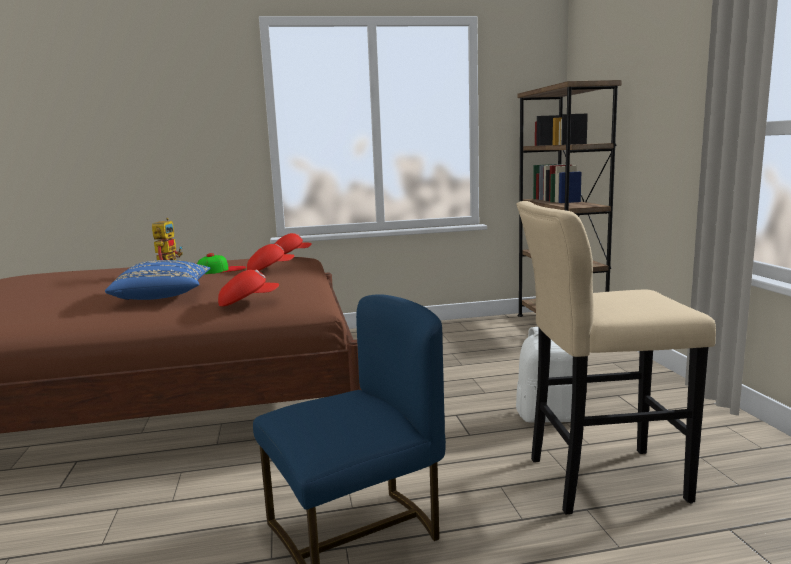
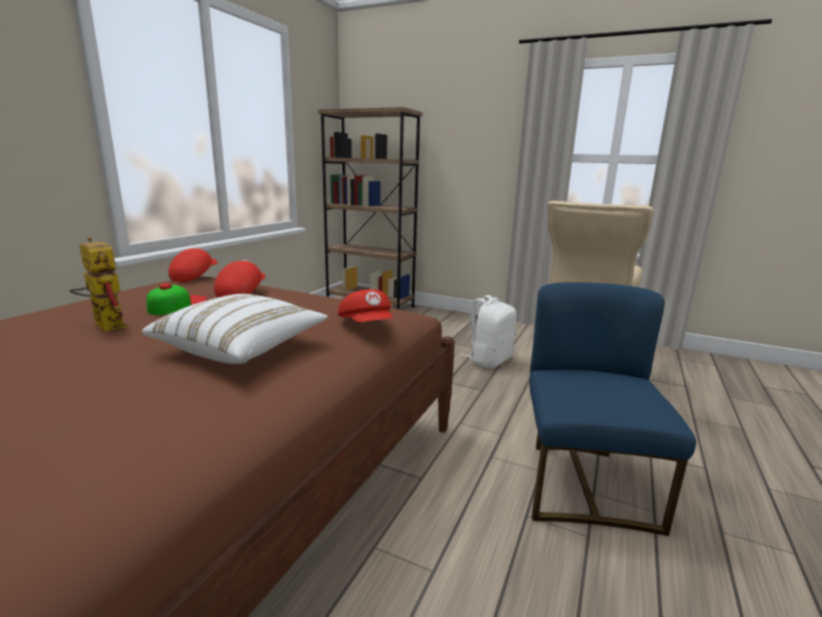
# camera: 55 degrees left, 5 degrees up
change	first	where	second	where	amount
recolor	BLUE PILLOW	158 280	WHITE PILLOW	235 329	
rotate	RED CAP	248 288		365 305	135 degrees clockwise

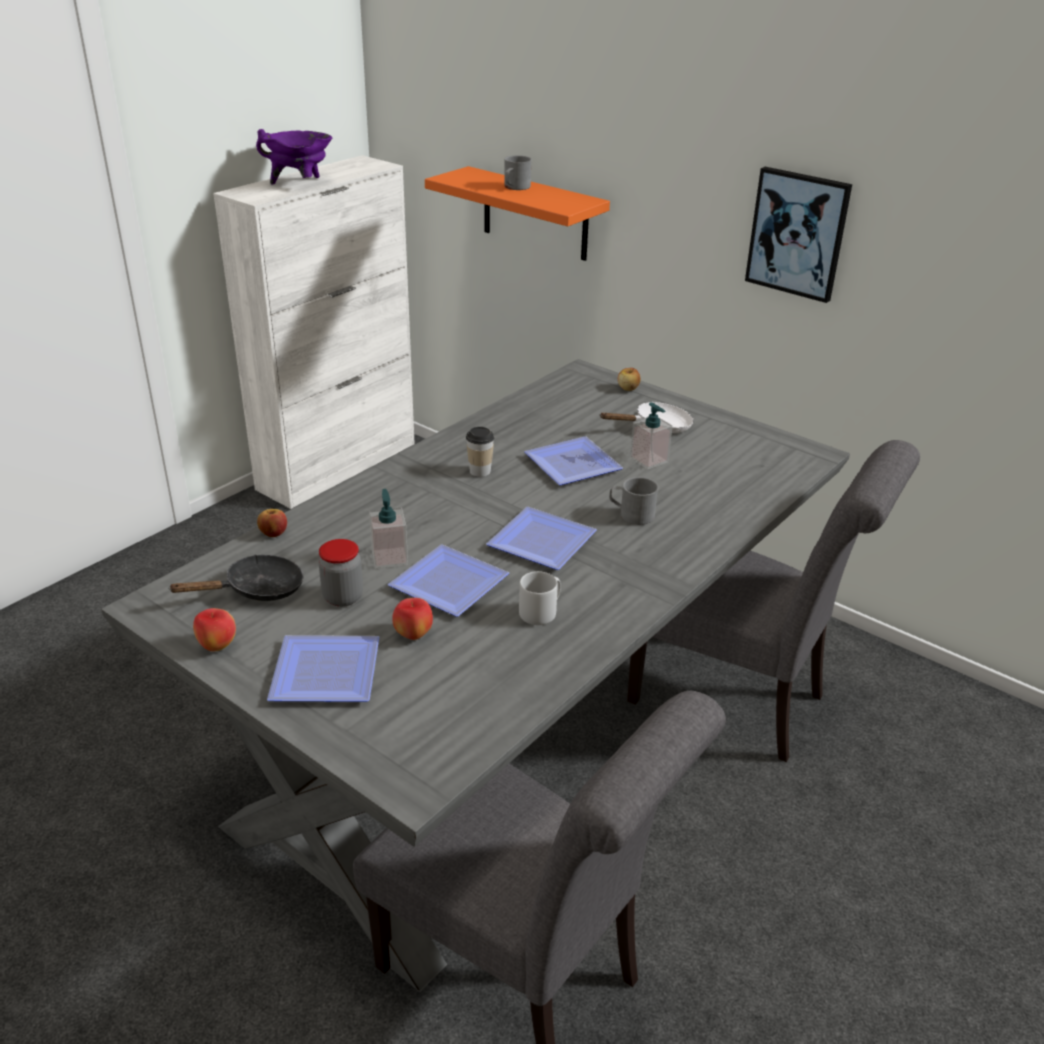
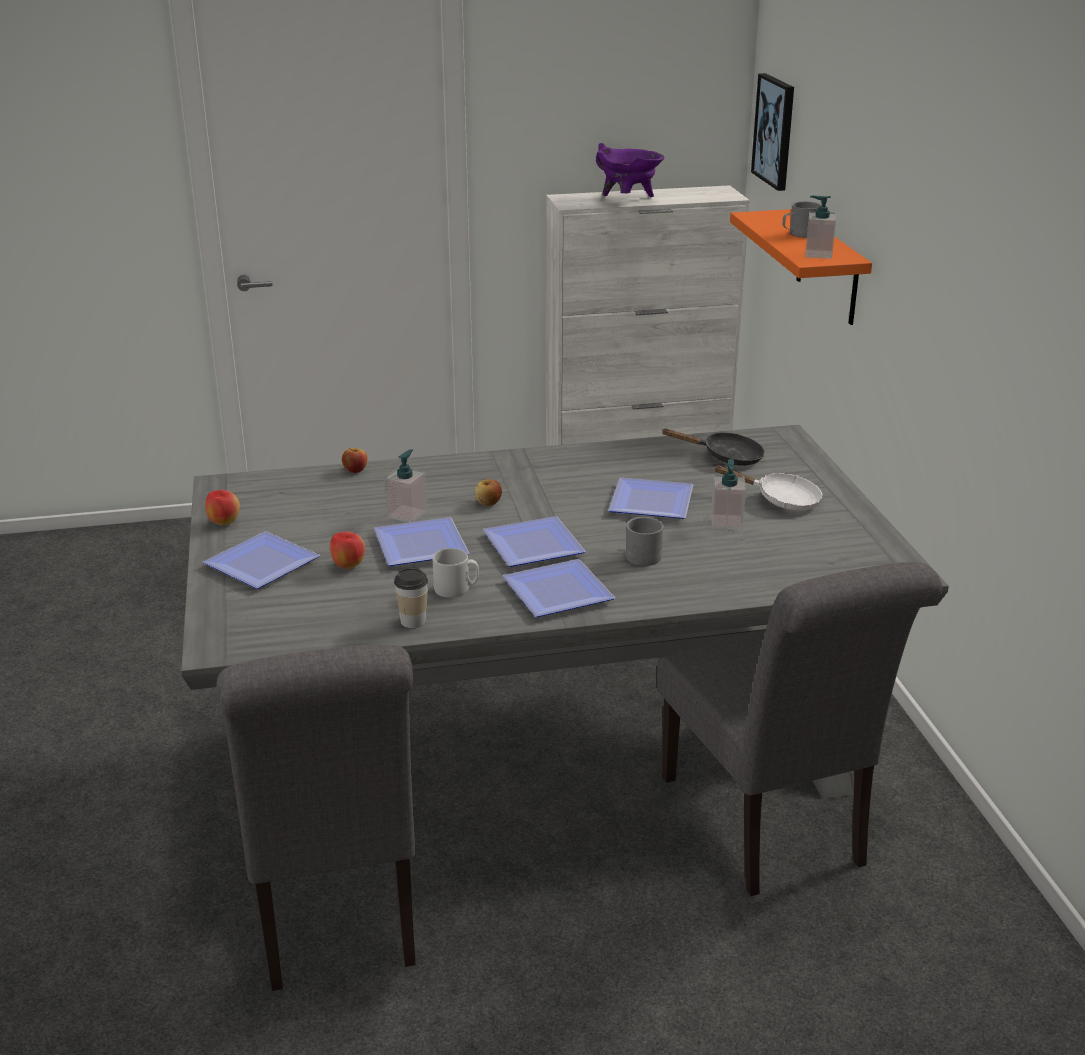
# camera: 40 degrees right, 5 degrees down
change	first	where	second	where	amount
move	CUP	480 452		411 598	
move	APPLE	629 379		488 492	
insert			PLATE	559 588	
move	BLACK FRYING PAN	236 578		713 447	
move	PICTURE	798 235		772 132	
insert			SOAP DISPENSER	820 227	
delete	JAR	340 573			

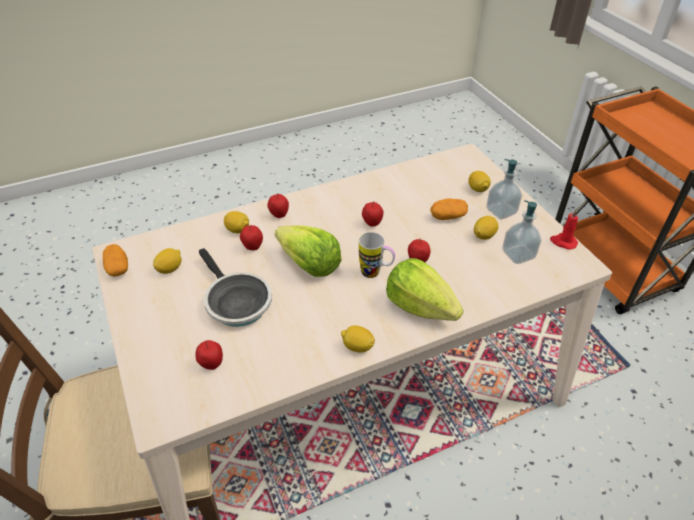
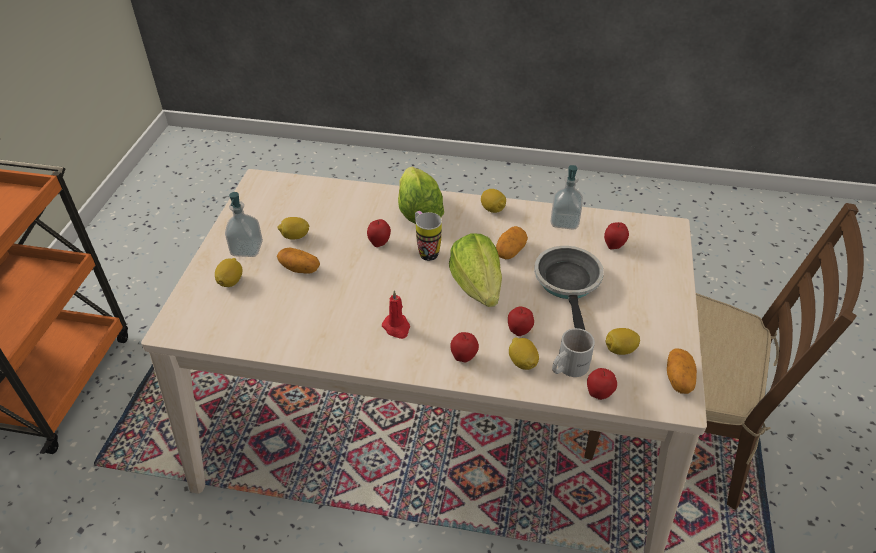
# camera: 145 degrees left, 0 degrees up
change	first	where	second	where	amount
move	RED CANDLE	564 229		396 314	
insert			POTATO	512 242	
move	SOAP DISPENSER	521 232		566 197	
insert			WHITE MUG	573 352	
move	APPLE	372 214		602 384	

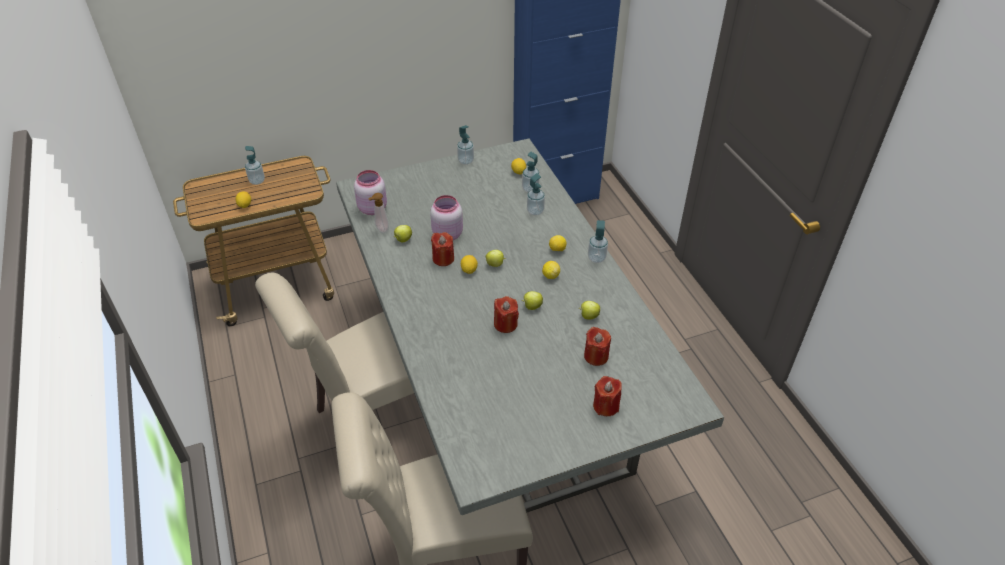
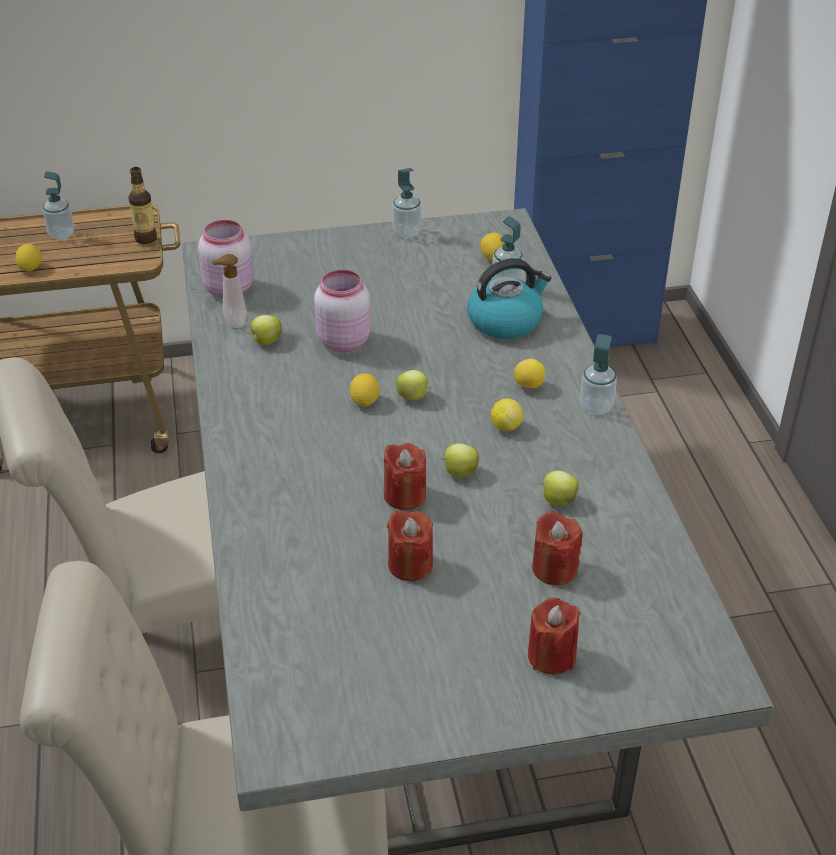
# camera: 10 degrees right, 5 degrees down
change	first	where	second	where	amount
insert			BOTTLE	142 205	
move	RED CANDLE	442 249		410 545	
replace	SOAP DISPENSER	536 194	KETTLE	509 298	

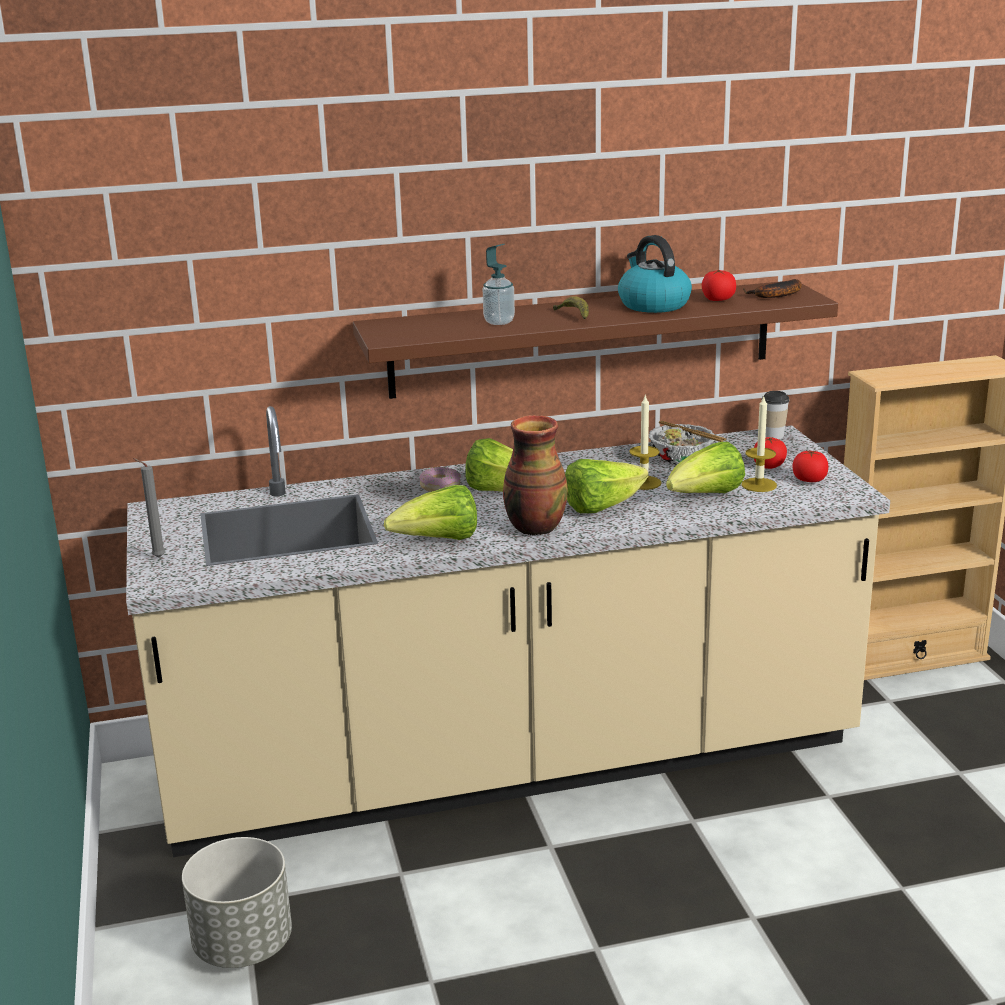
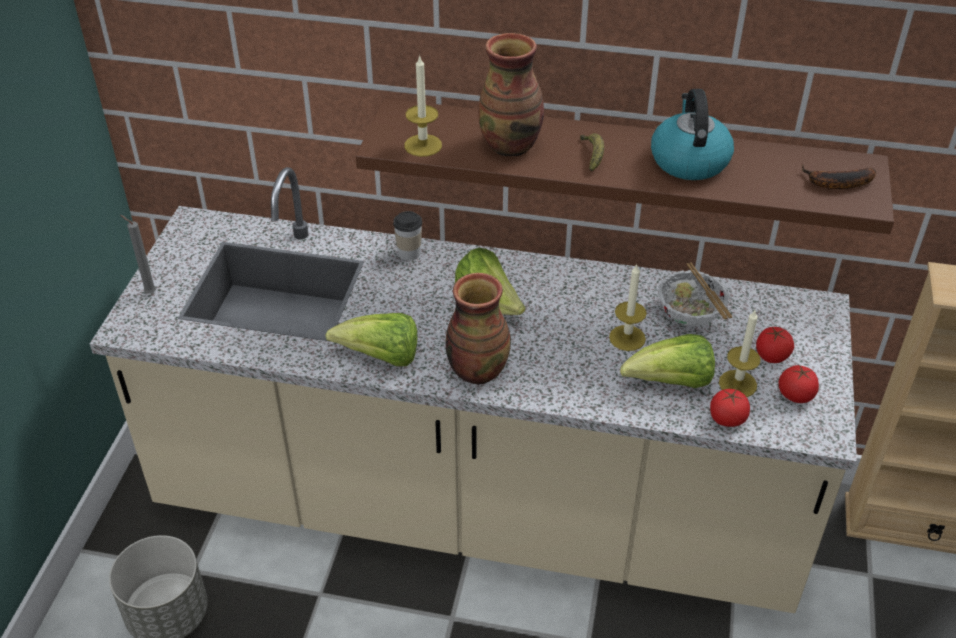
# camera: 25 degrees right, 20 degrees up
change	first	where	second	where	amount
move	CUP	775 415		407 236	
insert			CANDLE	423 106	
replace	SOAP DISPENSER	499 284	VASE	511 95	
move	TOMATO	719 285		730 408	
delete	DONUT	440 479			
delete	LETTUCE	606 486			

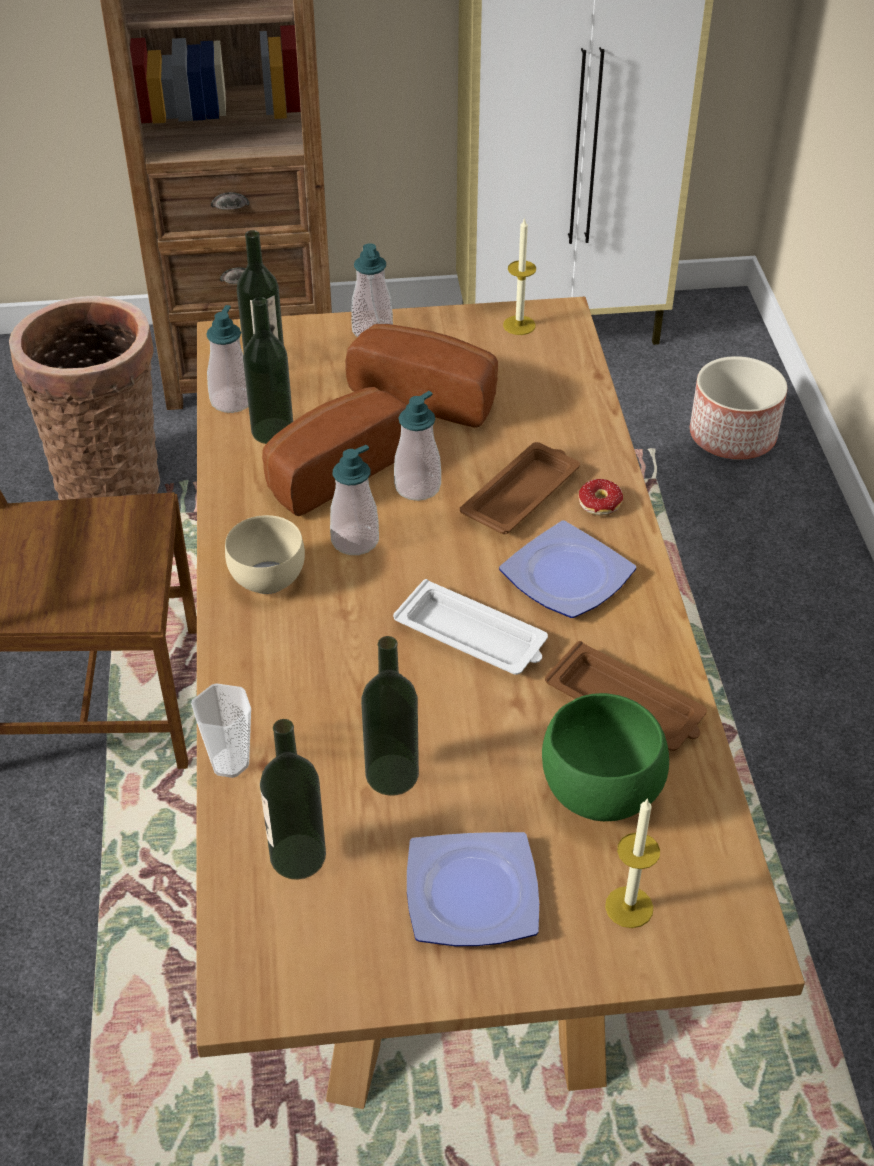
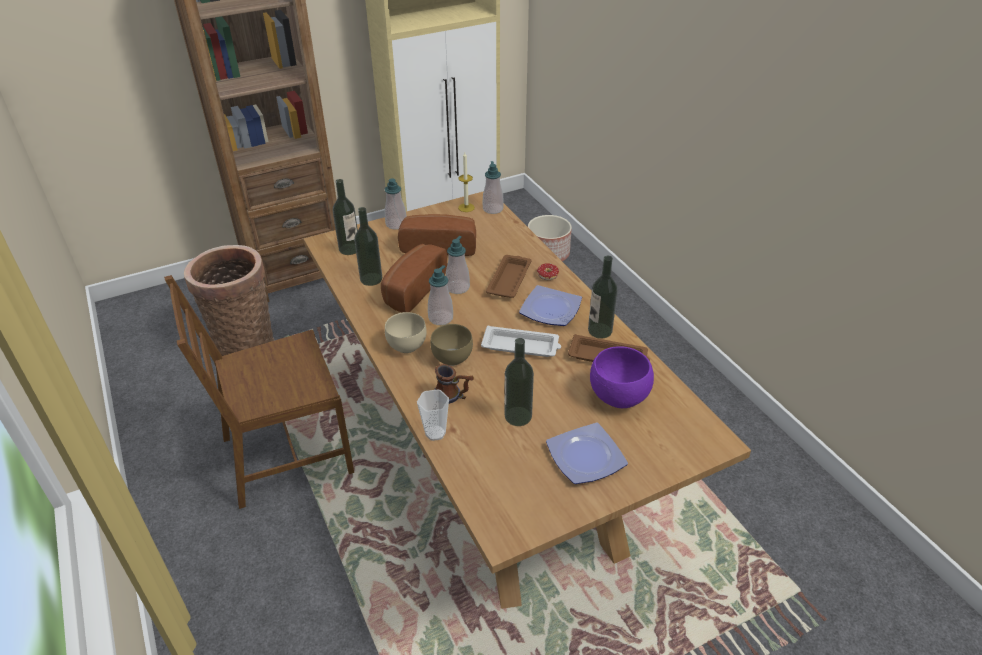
# camera: 20 degrees left, 5 degrees down
change	first	where	second	where	amount
insert			BROWN BOWL	451 345	
insert			MUG	454 384	
move	SOAP DISPENSER	227 359		493 187	
move	BOTTLE	293 799		603 297	
recolor	GREEN BOWL	605 757	PURPLE BOWL	622 377	
delete	CANDLE	632 863			

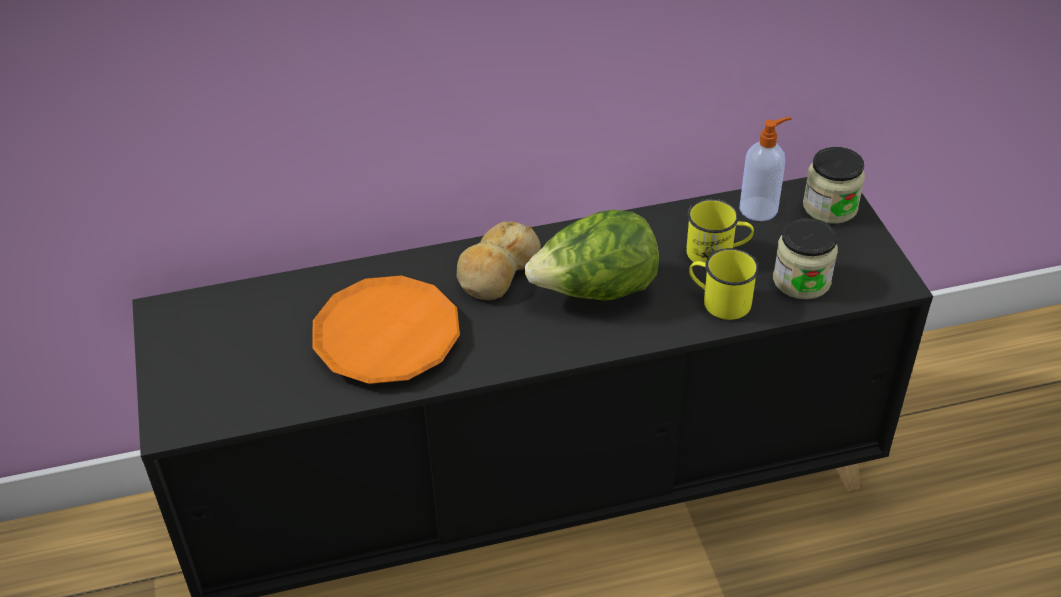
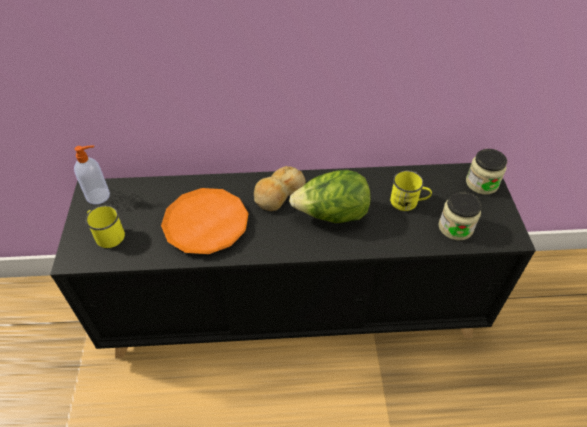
# camera: 10 degrees right, 5 degrees up
change	first	where	second	where	amount
move	SOAP DISPENSER	765 169		92 175	
move	YELLOW MUG	724 284		105 226	

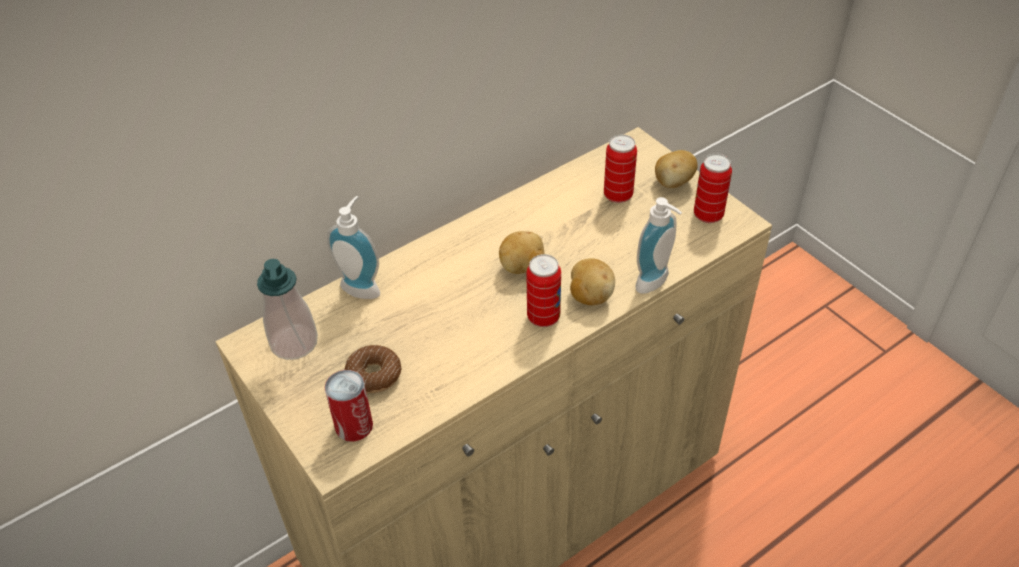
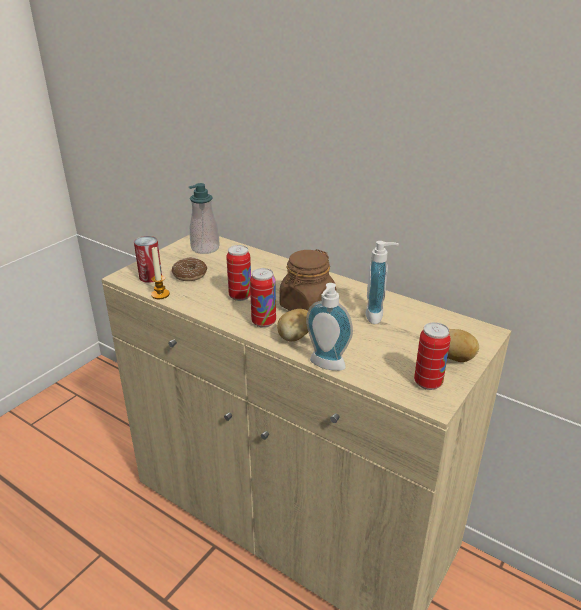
# camera: 70 degrees right, 15 degrees down
change	first	where	second	where	amount
insert			CANDLE	160 273	
move	CAN	620 168		238 273	
replace	POTATO	521 252	BROWN JAR	307 280	
move	SOAP DISPENSER	353 247		382 282	

